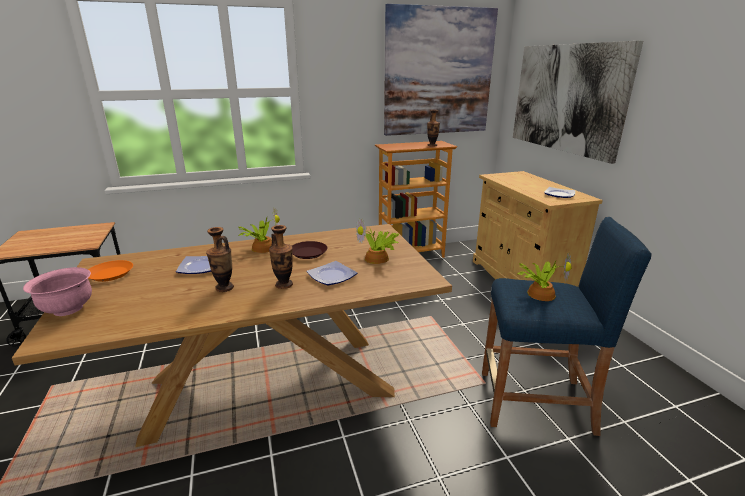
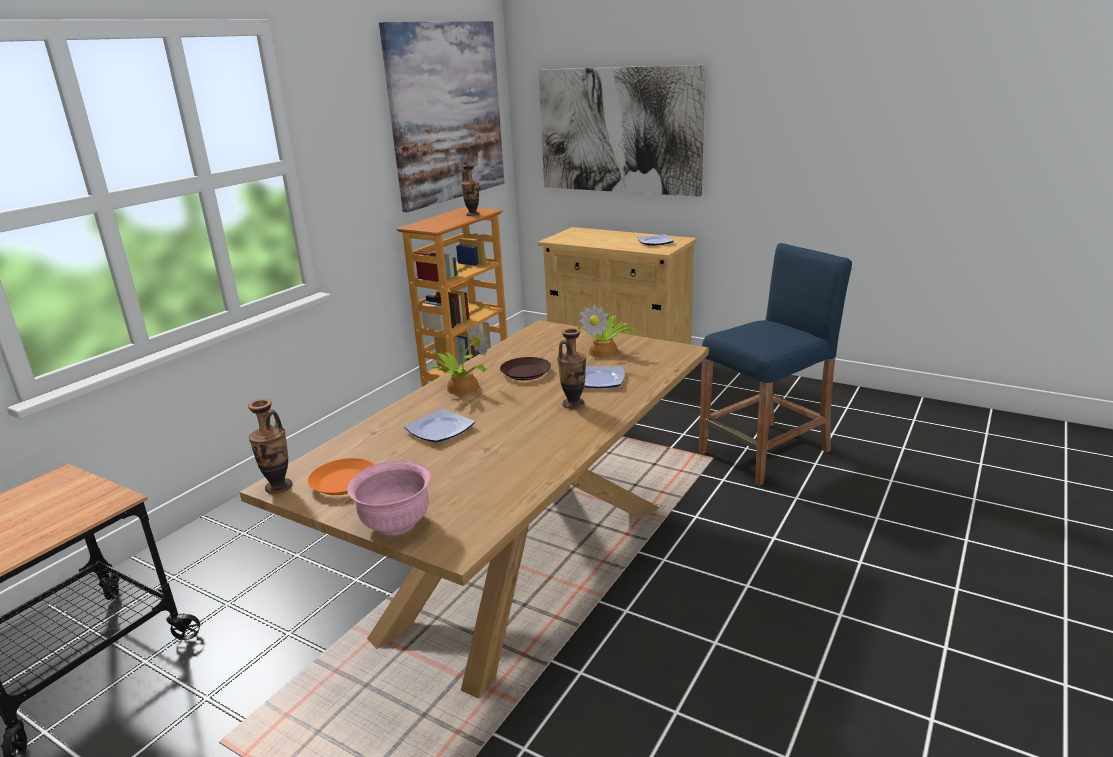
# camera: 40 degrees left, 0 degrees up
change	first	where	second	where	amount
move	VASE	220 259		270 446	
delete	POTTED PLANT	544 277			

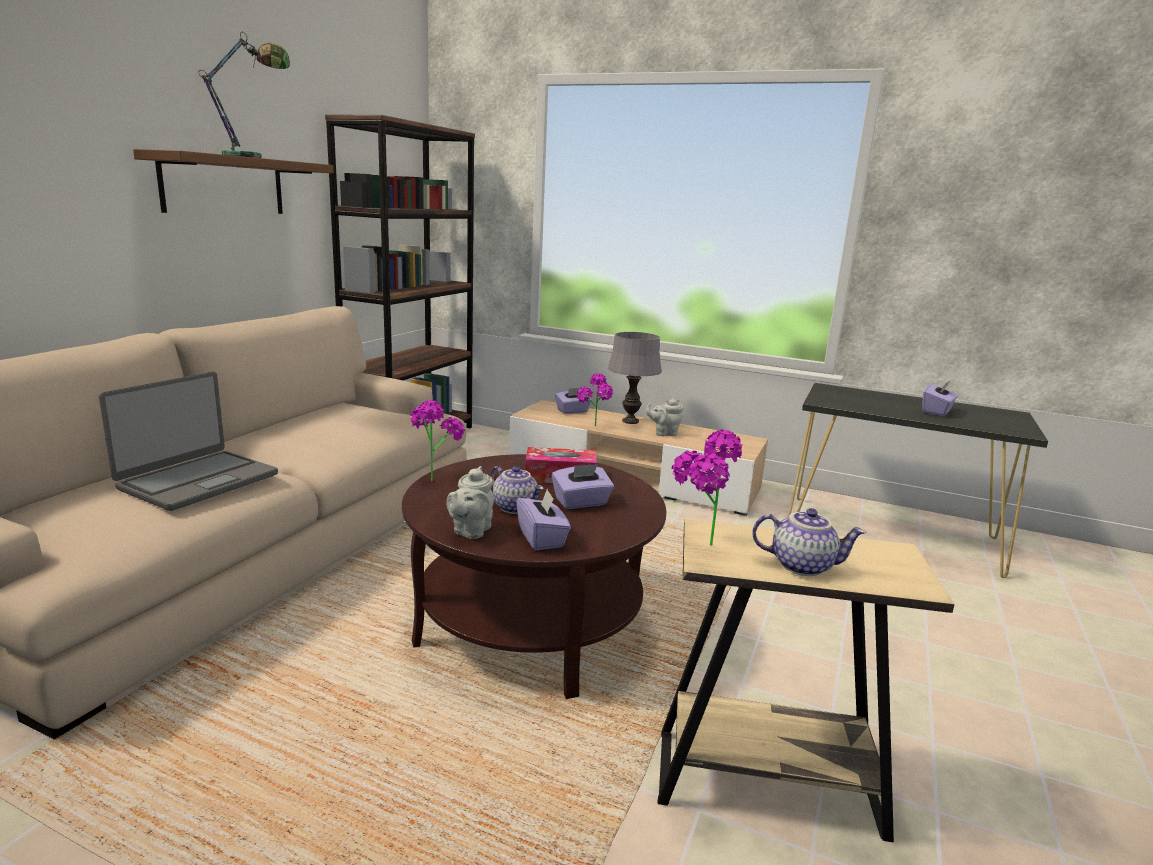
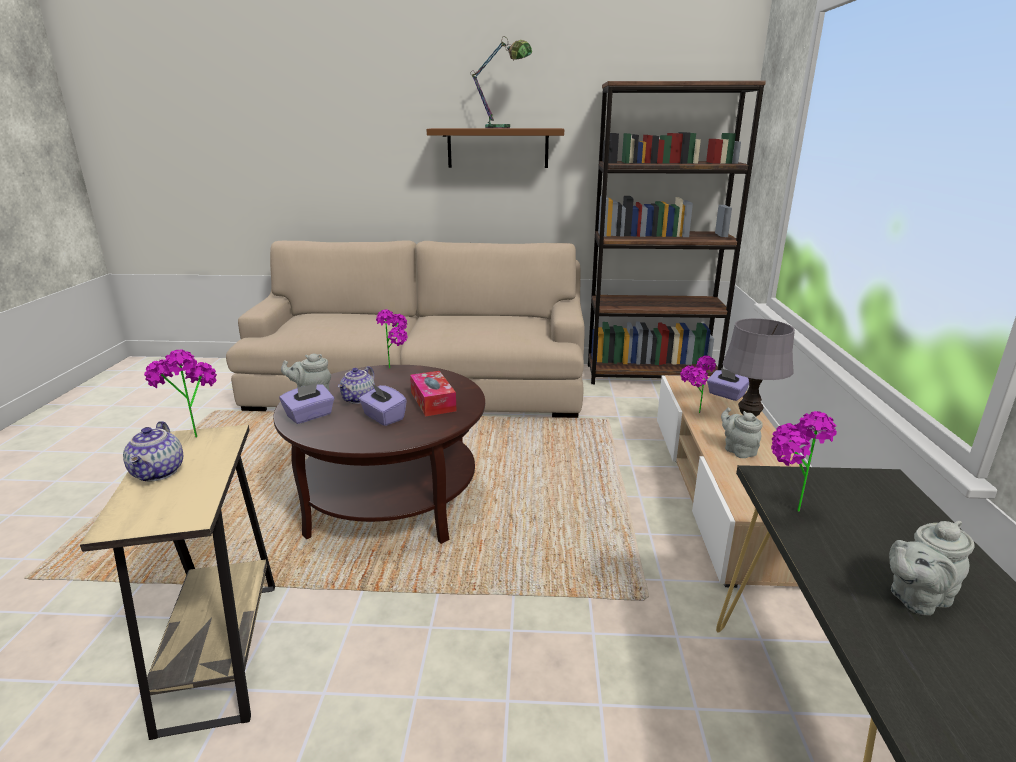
# camera: 70 degrees right, 5 degrees up
change	first	where	second	where	amount
insert			POTTED PLANT	804 461	
replace	PURPLE TISSUE BOX	940 398	GREY TEAPOT	932 568	
delete	LAPTOP	188 441			

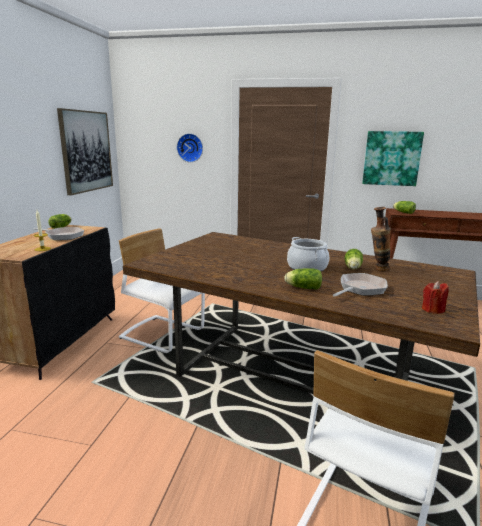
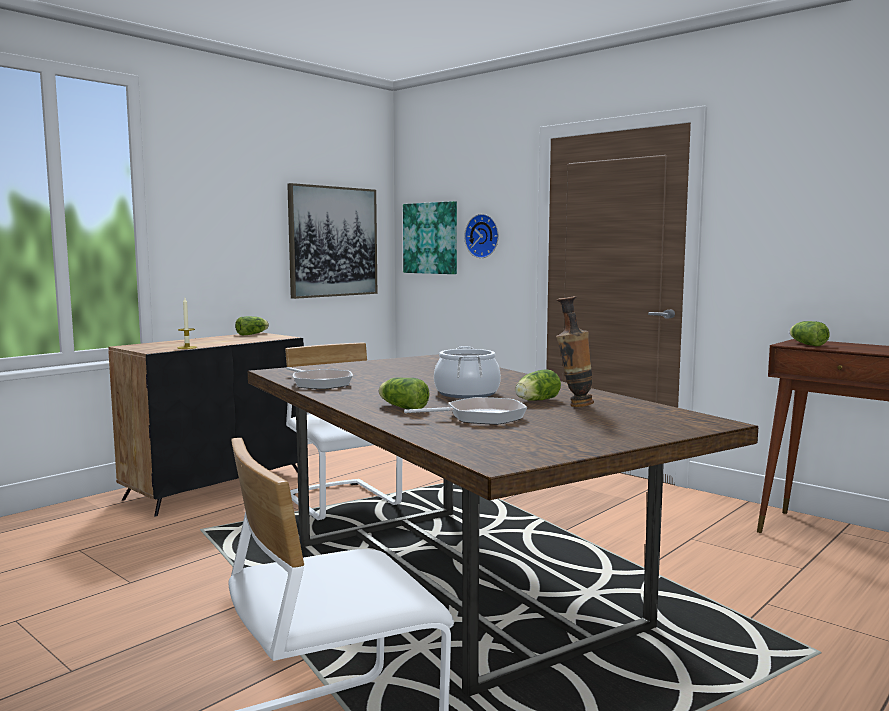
# camera: 30 degrees right, 10 degrees down
change	first	where	second	where	amount
move	FRYING PAN	59 233		319 378	
move	PICTURE	393 158		430 237	
delete	RED CANDLE	435 297			

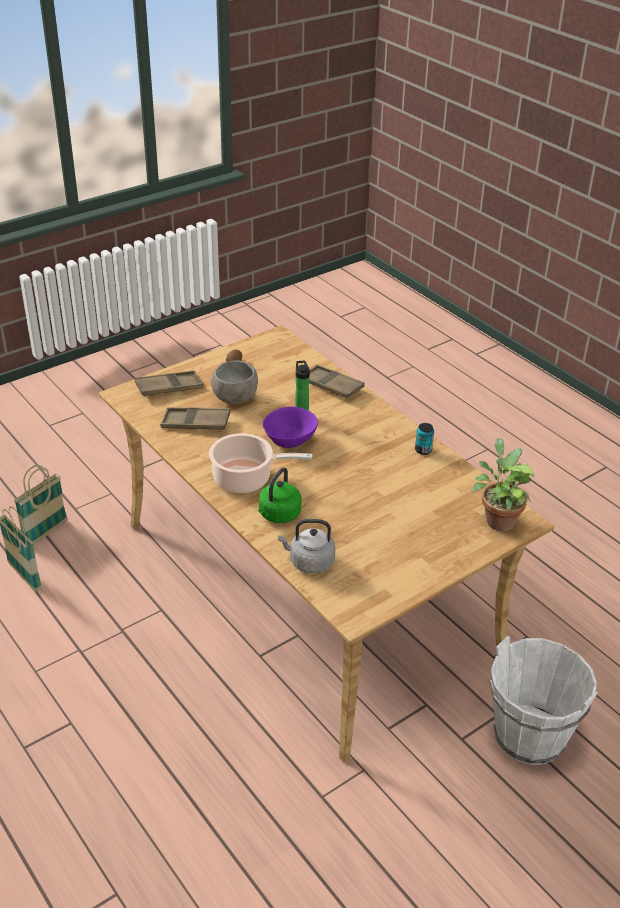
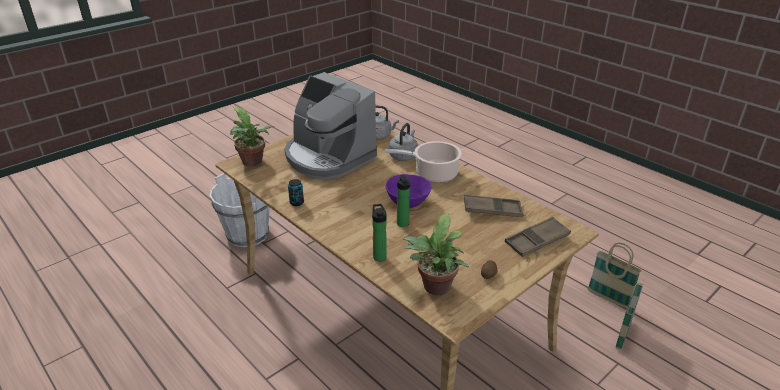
# camera: 175 degrees right, 5 degrees down
change	first	where	second	where	amount
insert			COFFEE MACHINE	330 125	
replace	BROWN TRAY	336 381	BOTTLE	379 233	
recolor	GREEN KETTLE	279 495	GREY KETTLE	403 142	
insert			POTTED PLANT	436 254	
delete	GREY BOWL	234 382			

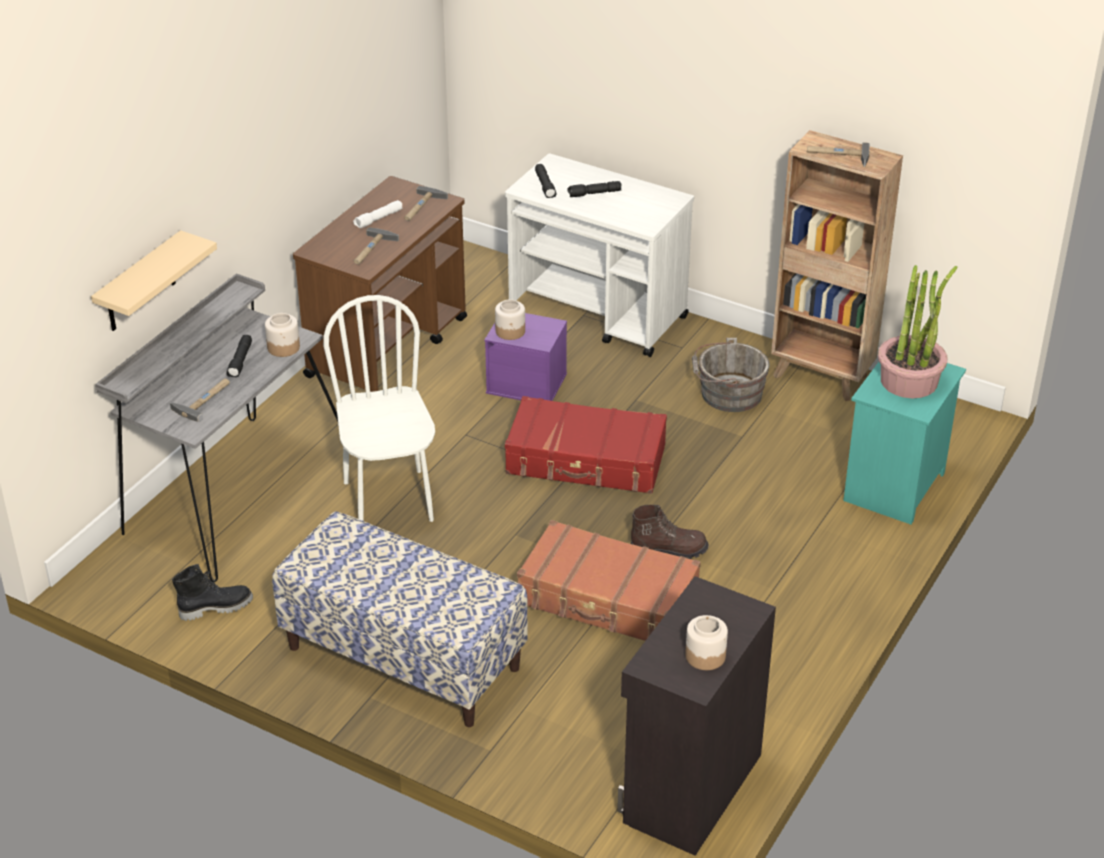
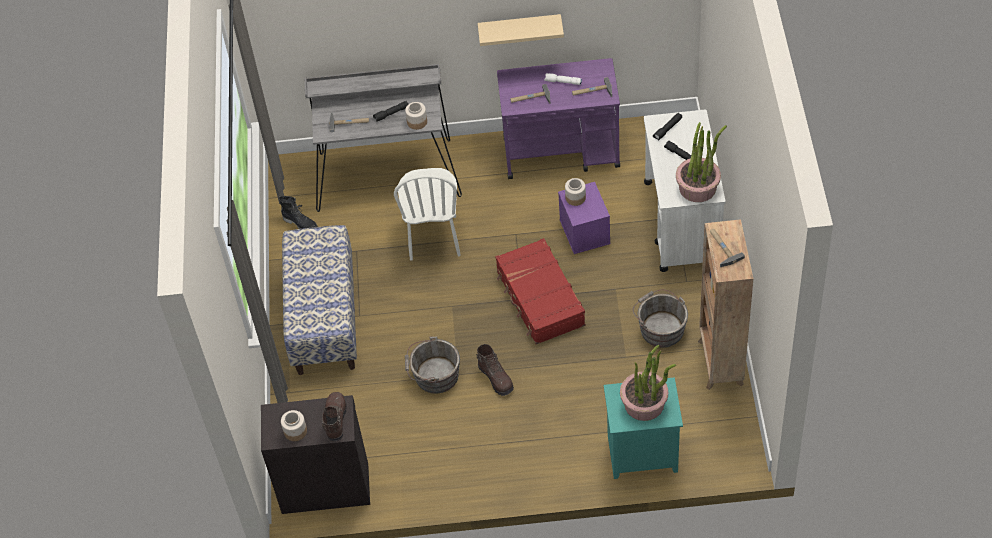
# camera: 60 degrees right, 15 degrees up
change	first	where	second	where	amount
insert			BROWN BOOT	334 417	
rotate	WHITE CHAIR	379 408		427 214	135 degrees clockwise
replace	BROWN SUITCASE	609 580	GREY BUCKET	432 365	
move	BEIGE SHELF	154 280		521 30	
recolor	BROWN CART	380 284	PURPLE CART	558 118	
insert			POTTED PLANT	701 162	

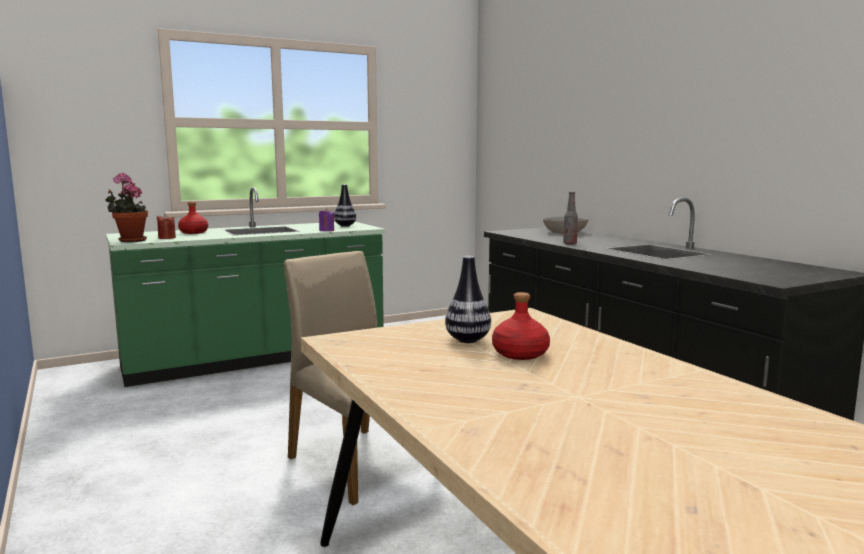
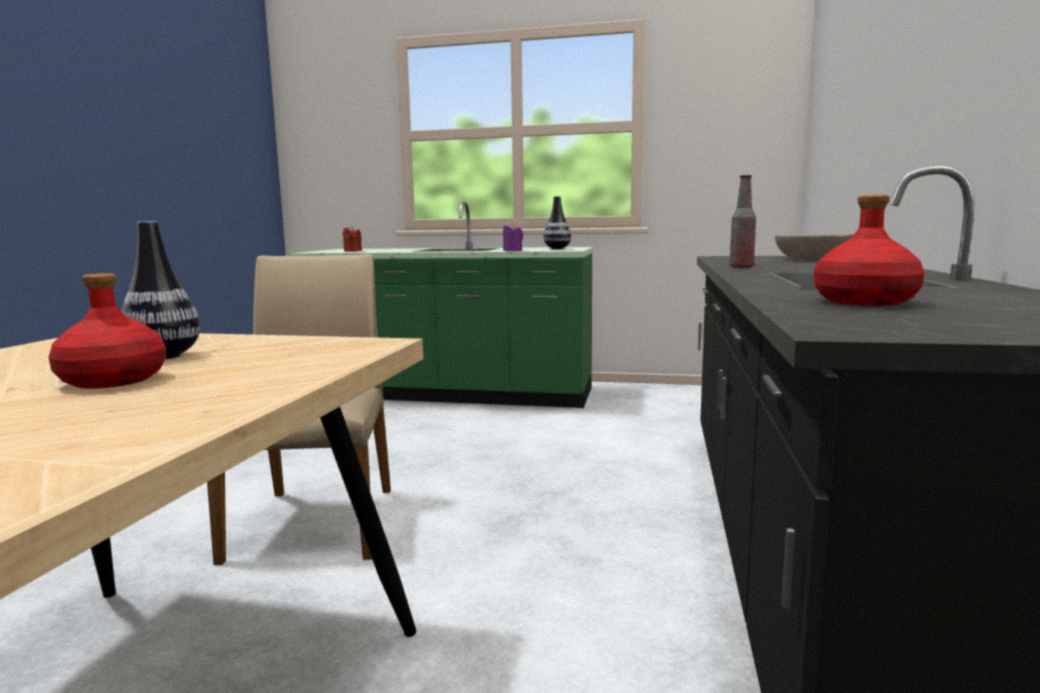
# camera: 40 degrees right, 0 degrees up
change	first	where	second	where	amount
move	RED BOTTLE	193 218		869 250	
delete	POTTED PLANT	126 207			

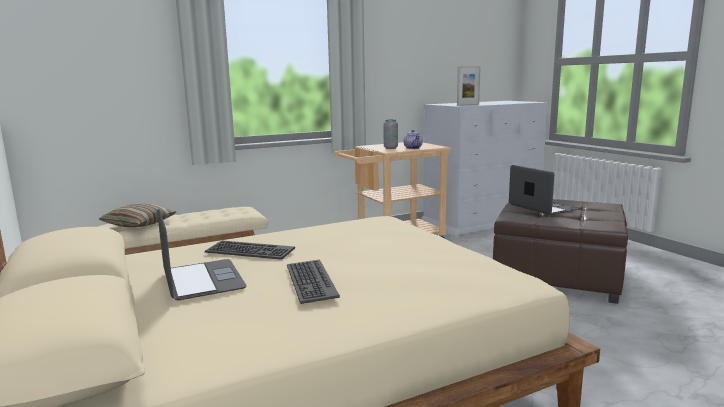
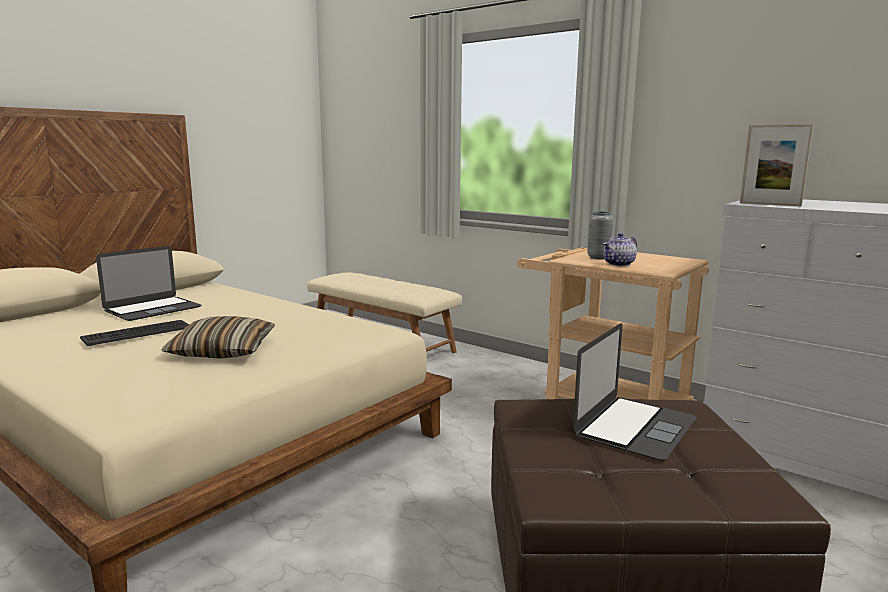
# camera: 65 degrees right, 0 degrees up
change	first	where	second	where	amount
move	PILLOW	137 215		218 337	
delete	KEYBOARD	250 250			

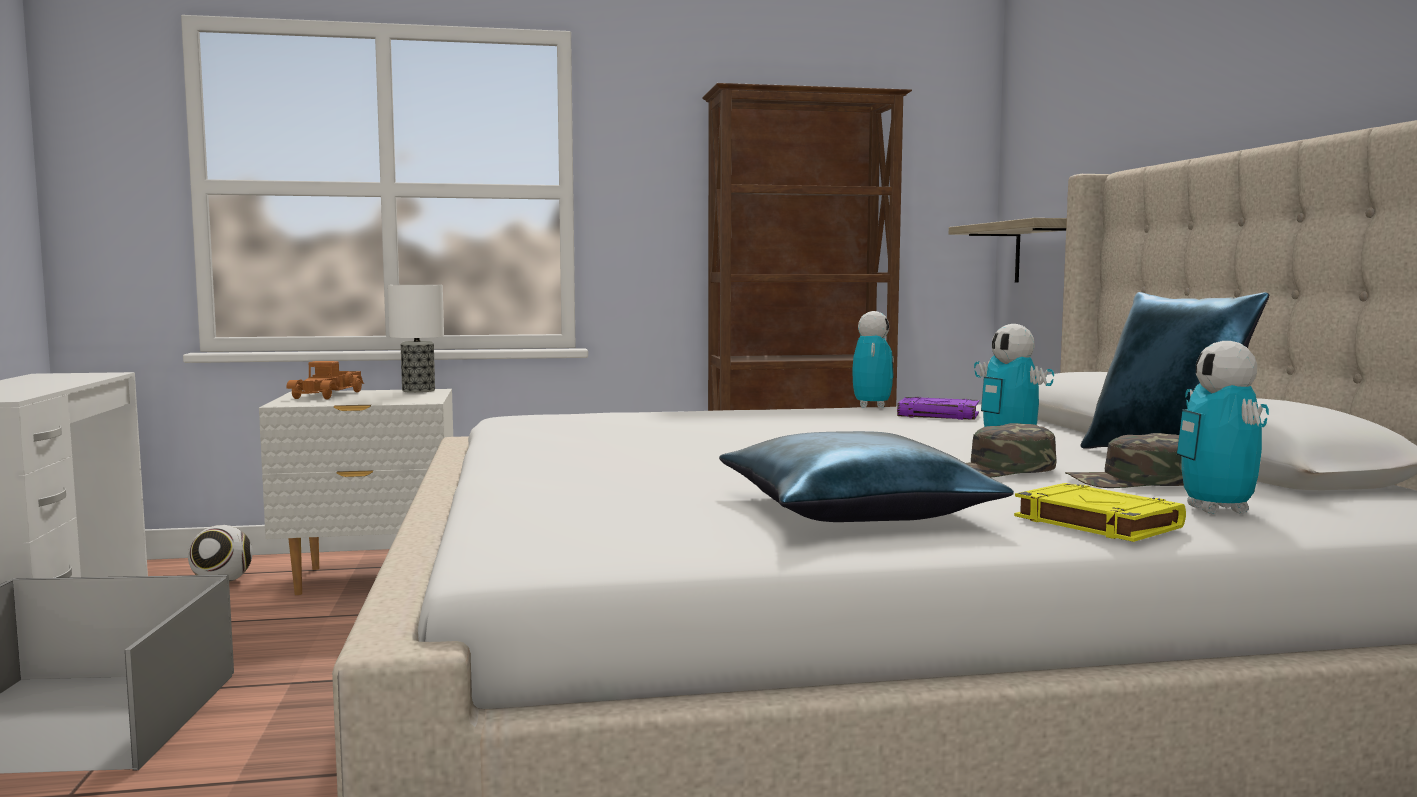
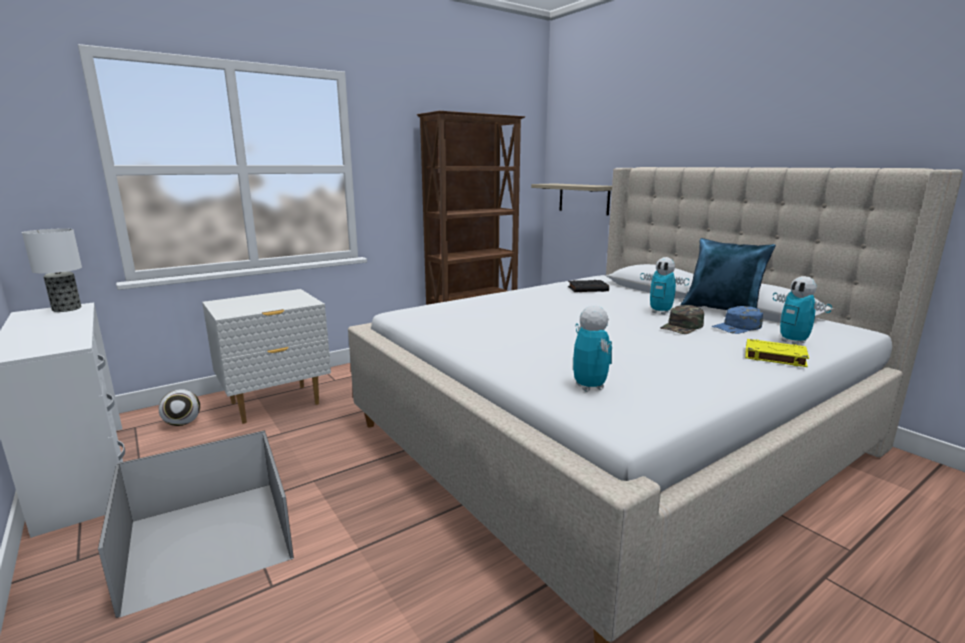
# camera: 25 degrees left, 10 degrees up
change	first	where	second	where	amount
move	TABLE LAMP	416 339		52 270	
recolor	PURPLE BOOK	938 408	BLACK BOOK	588 286	
move	TOY ROBOT	873 359		592 349	
recolor	GREEN CAP	1124 460	BLUE CAP	737 320	
delete	TOY TRUCK	325 380			
delete	BLUE PILLOW	866 476			

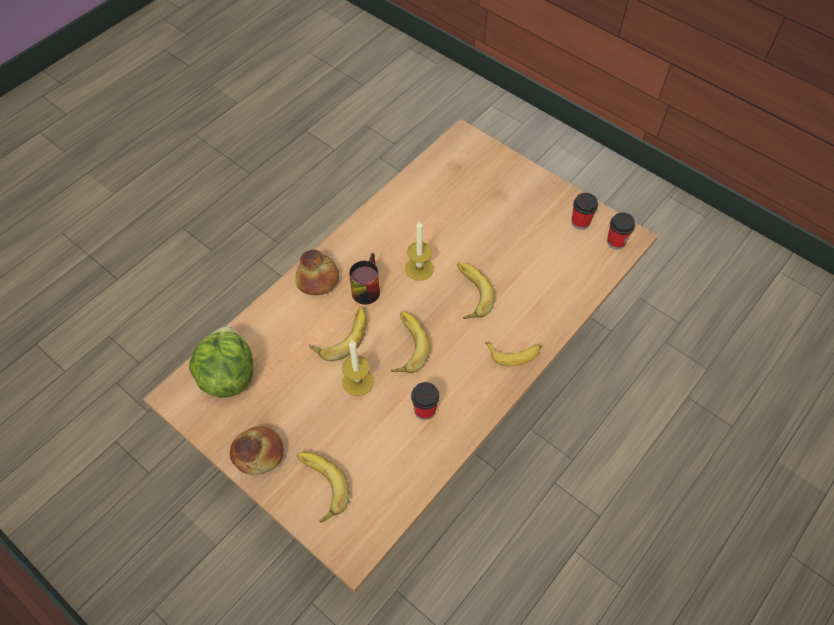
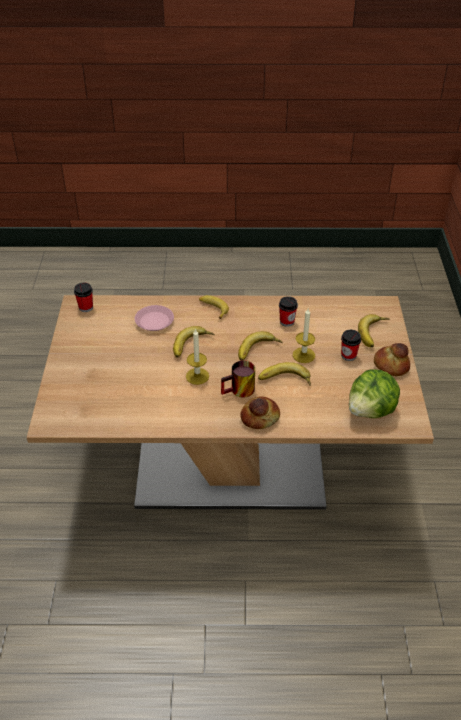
# camera: 130 degrees left, 15 degrees down
change	first	where	second	where	amount
insert			PINK PLATE	154 318	
move	CUP	585 211		351 345	

